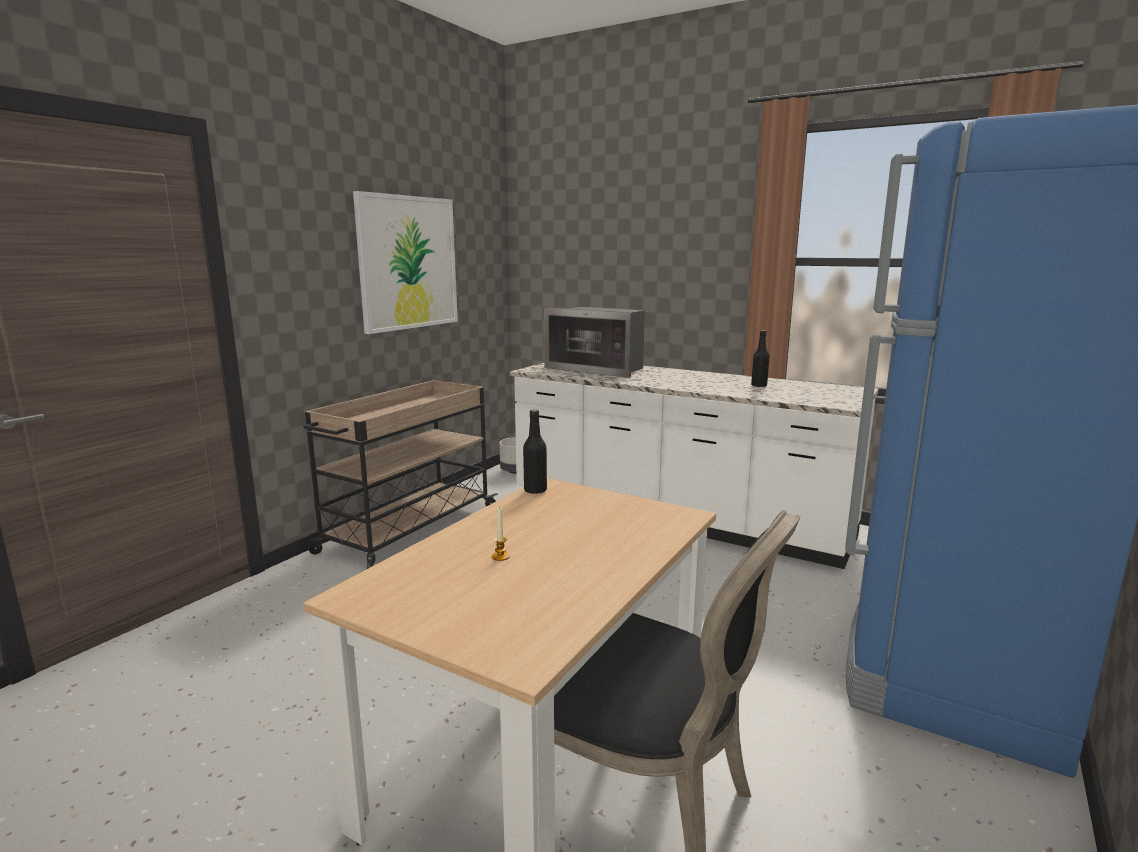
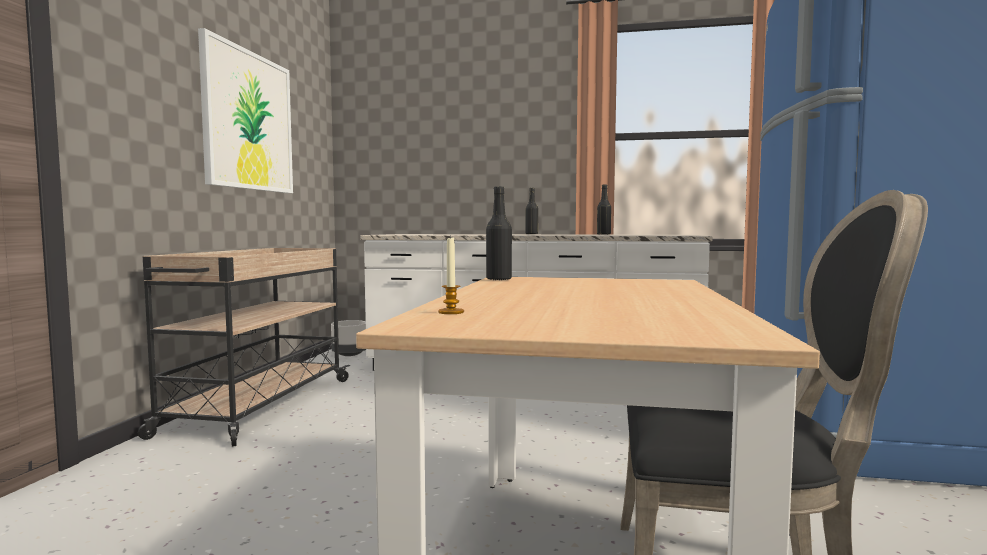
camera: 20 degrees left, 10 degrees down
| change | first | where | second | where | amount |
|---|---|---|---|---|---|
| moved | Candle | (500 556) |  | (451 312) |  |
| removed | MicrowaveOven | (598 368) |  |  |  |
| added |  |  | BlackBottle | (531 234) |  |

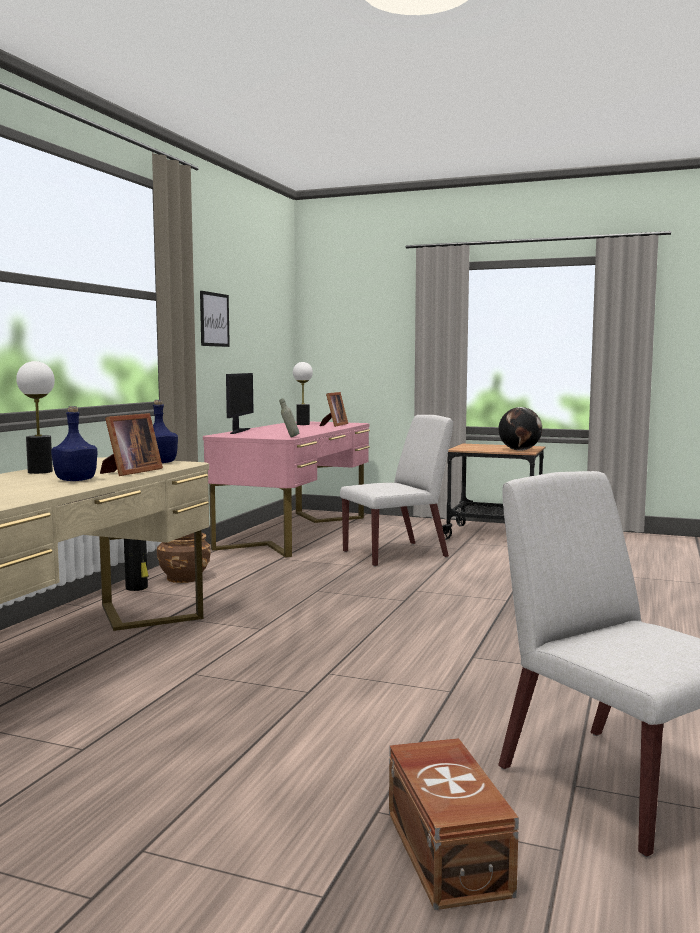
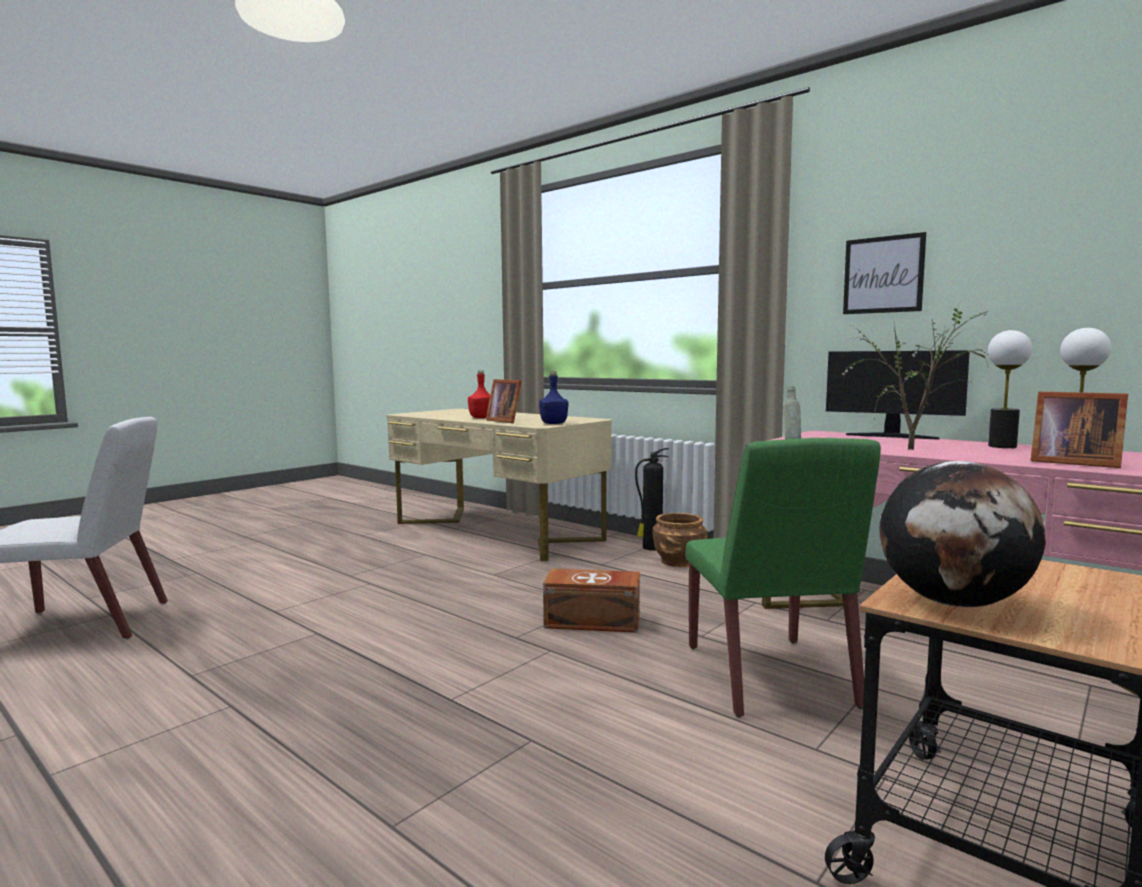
camera: 110 degrees right, 0 degrees up
| change | first | where | second | where | amount |
|---|---|---|---|---|---|
| moved | TableLamp | (39 472) |  | (1002 446) |  |
| recoloured | BlueColouredBottle | (76 480) | RedBottle | (481 418) |  |
| recoloured | WhitishPlainChair | (396 554) | GreenColouredPlainChair | (769 676) |  |
| moved | BrownColouredStorageContainer | (448 850) |  | (593 621) |  |
| added |  |  | PottedPlant | (912 448) |  |

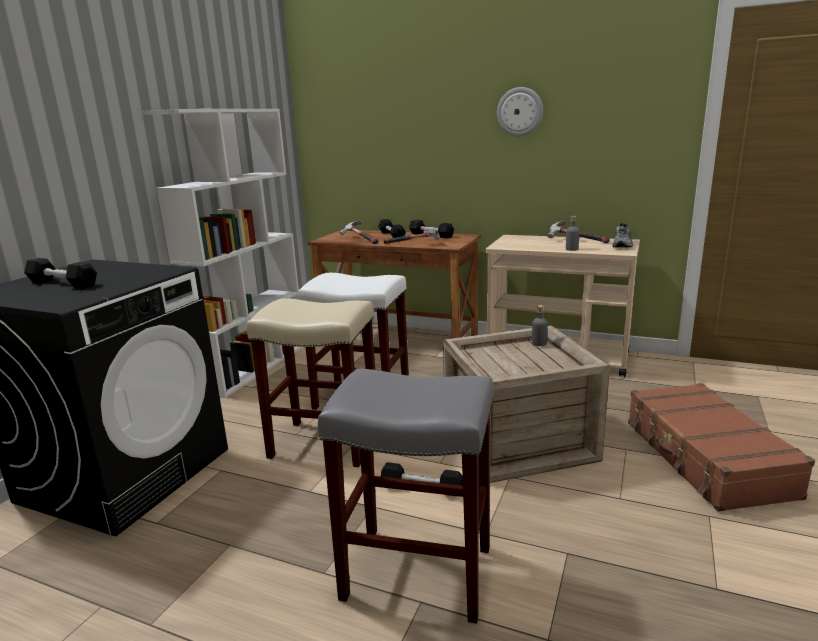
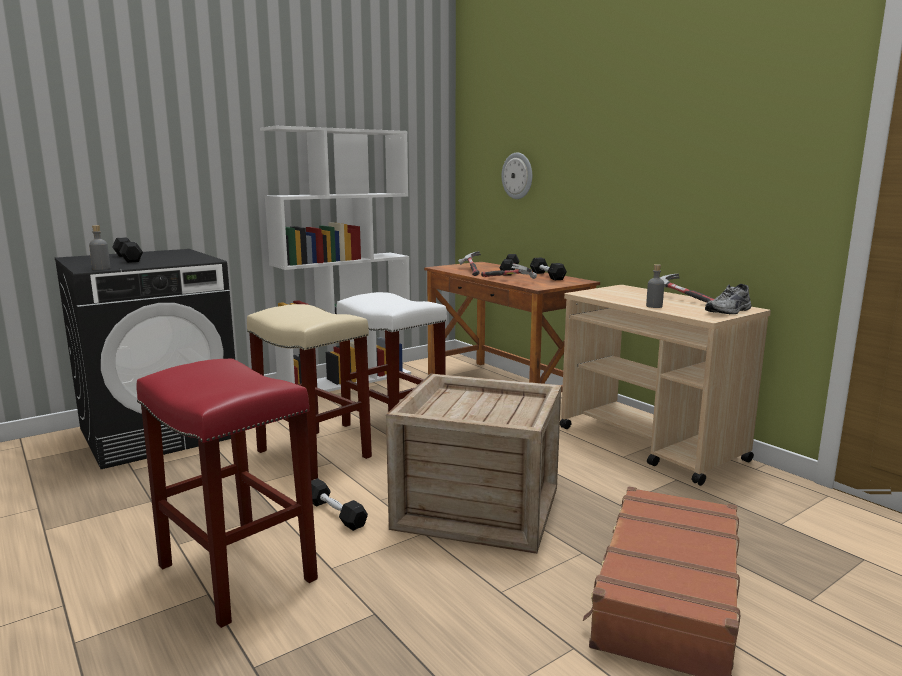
camera: 30 degrees right, 5 degrees down
| change | first | where | second | where | amount |
|---|---|---|---|---|---|
| recoloured | GreyishStoolSeat | (420 572) | RedStoolSeat | (239 573) |  |
| moved | WallClock | (520 112) |  | (517 176) |  |
| moved | GreyishBottle | (539 343) |  | (101 268) |  |

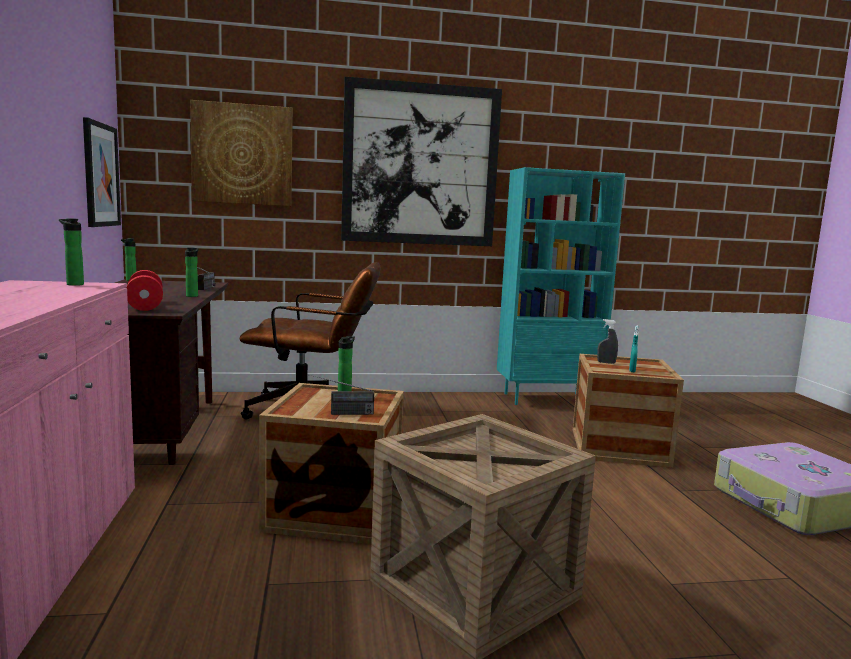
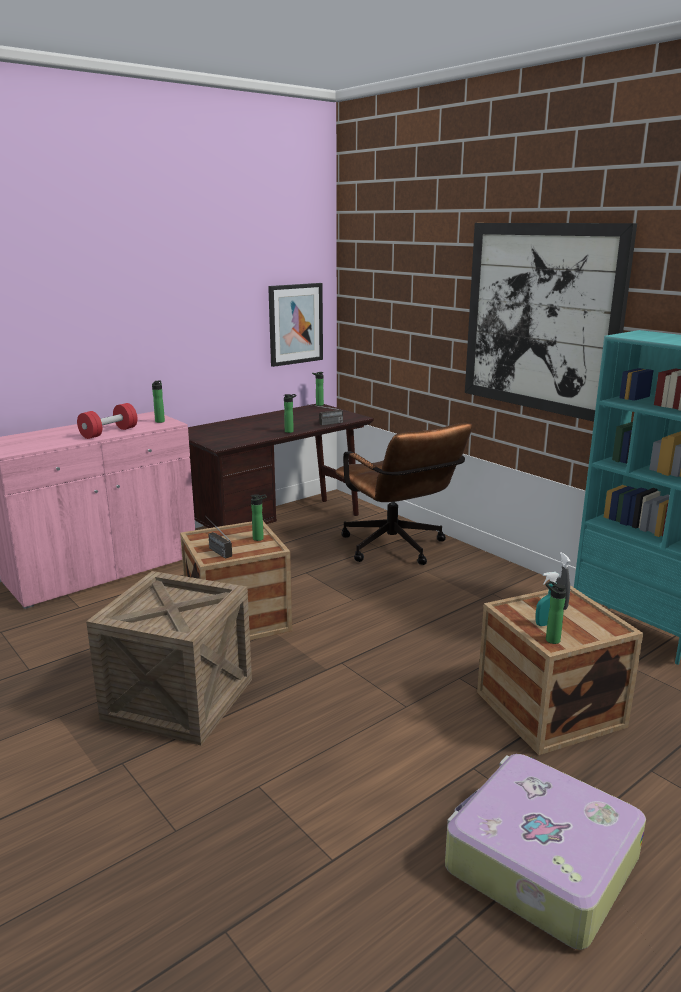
camera: 60 degrees right, 10 degrees up
| change | first | where | second | where | amount |
|---|---|---|---|---|---|
| moved | RedFreeWeight | (145 305) |  | (109 433) |  |
| removed | WallPicture | (242 154) |  |  |  |
| added |  |  | Bottle | (550 639) |  |

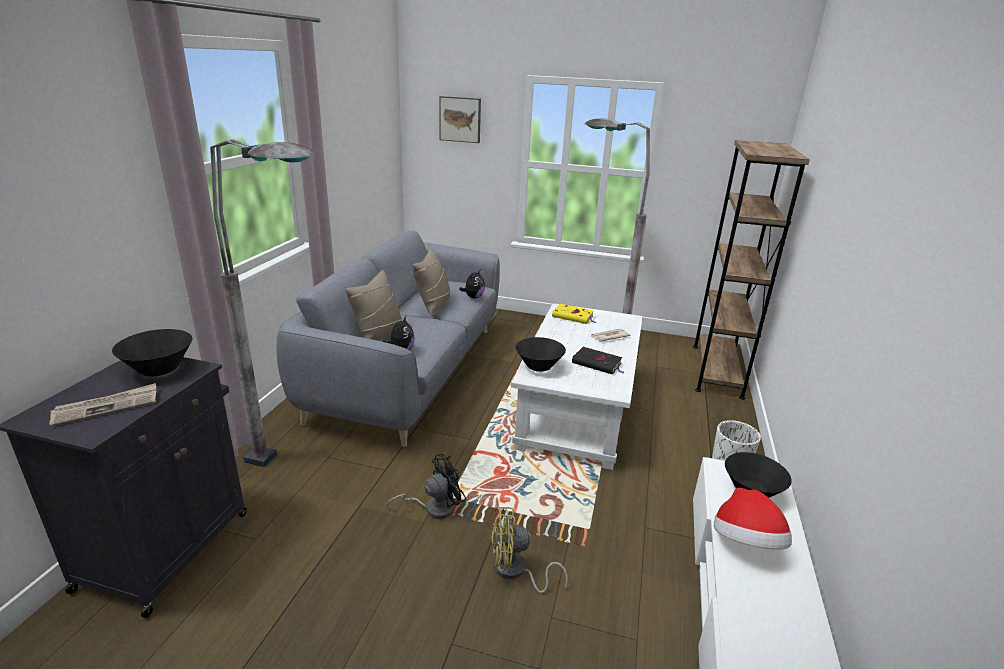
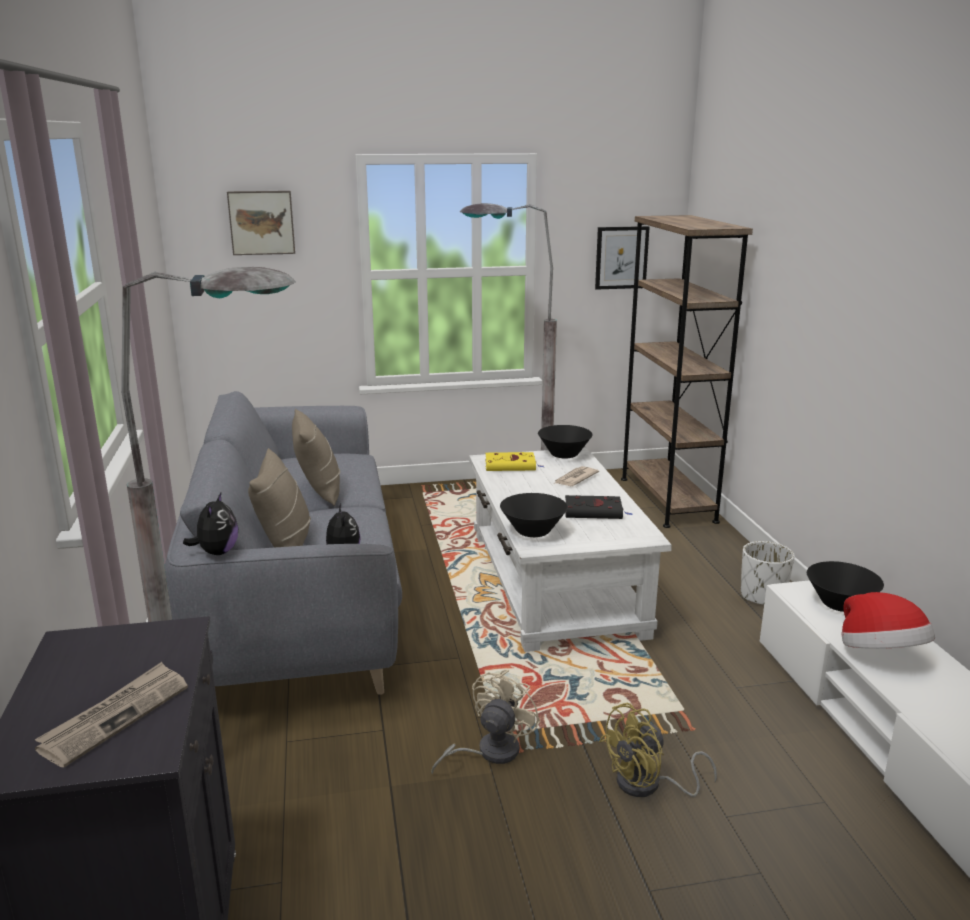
camera: 25 degrees left, 5 degrees down
| change | first | where | second | where | amount |
|---|---|---|---|---|---|
| moved | BlackServingBowl | (159 369) |  | (564 454) |  |
| recoloured | BlackElectricFan | (434 508) | BeigeElectricFan | (489 752) |  |
| moved | CuddlyToy | (473 297) |  | (217 552) |  |
| added |  |  | WallPicture | (621 257) |  |

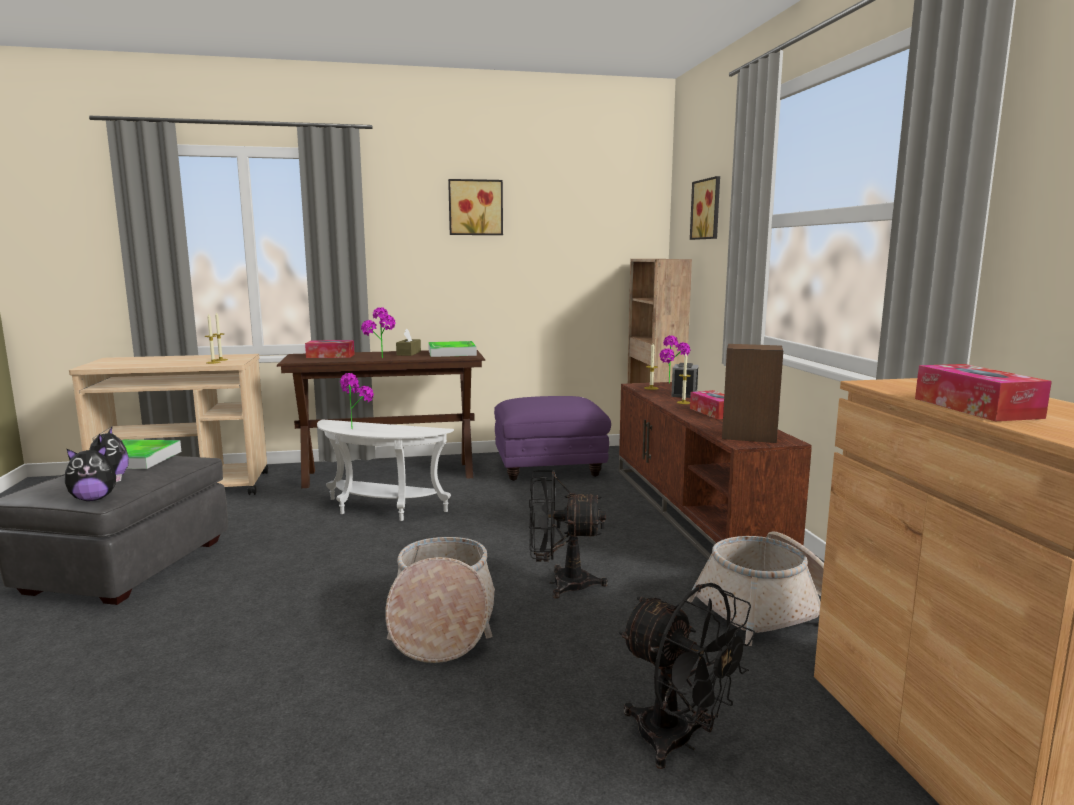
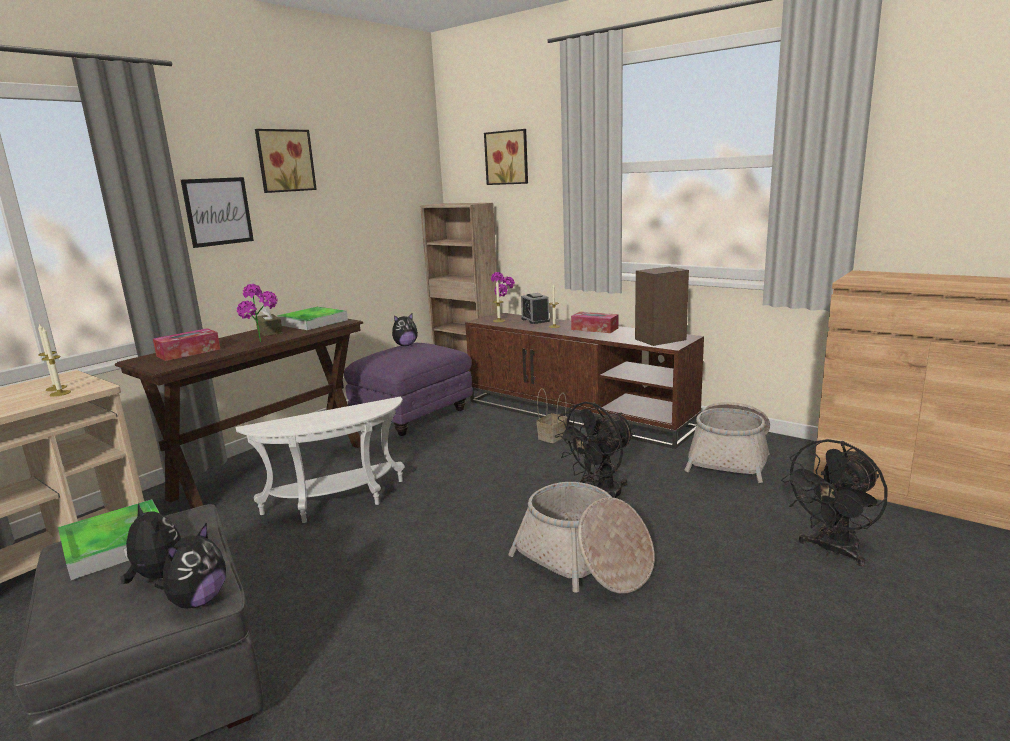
camera: 40 degrees left, 5 degrees up
| change | first | where | second | where | amount |
|---|---|---|---|---|---|
| removed | PottedPlant | (356 427) |  |  |  |
| turned | BlackElectricFan | (678 742) |  | (832 551) | 135 degrees clockwise |
| removed | BoxOfTissues | (976 408) |  |  |  |
| added |  |  | WallPicture | (218 211) |  |
| added |  |  | CuddlyToy | (405 345) |  |
| added |  |  | Basket | (552 437) |  |

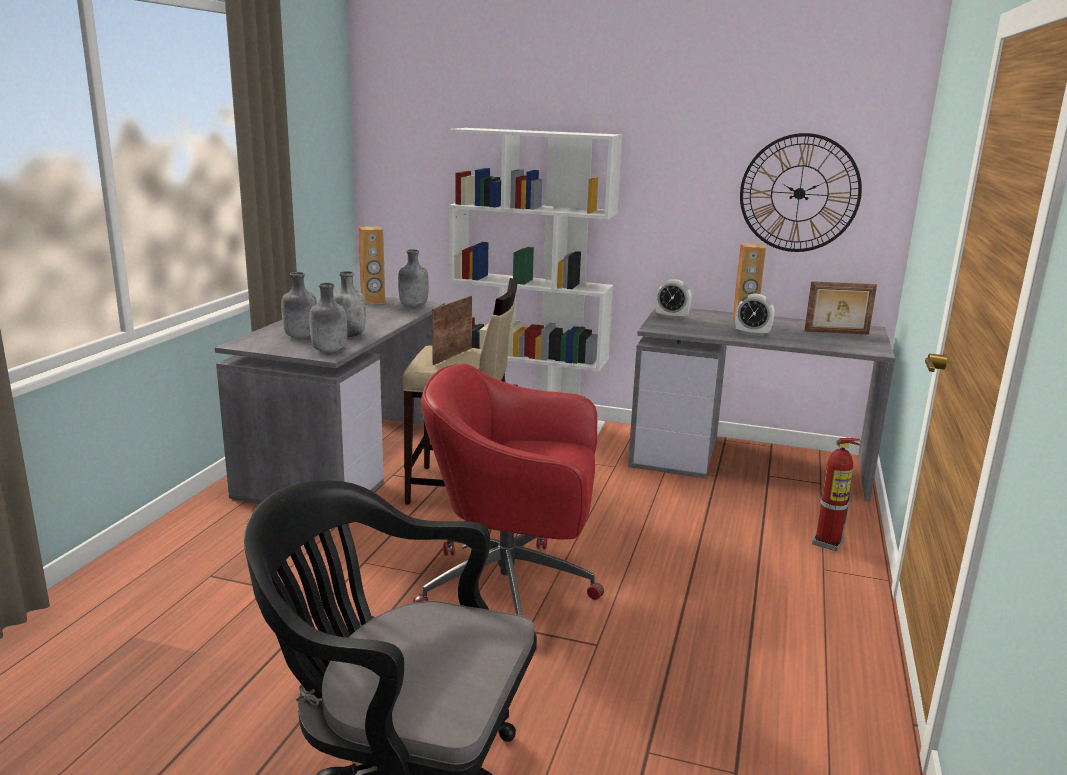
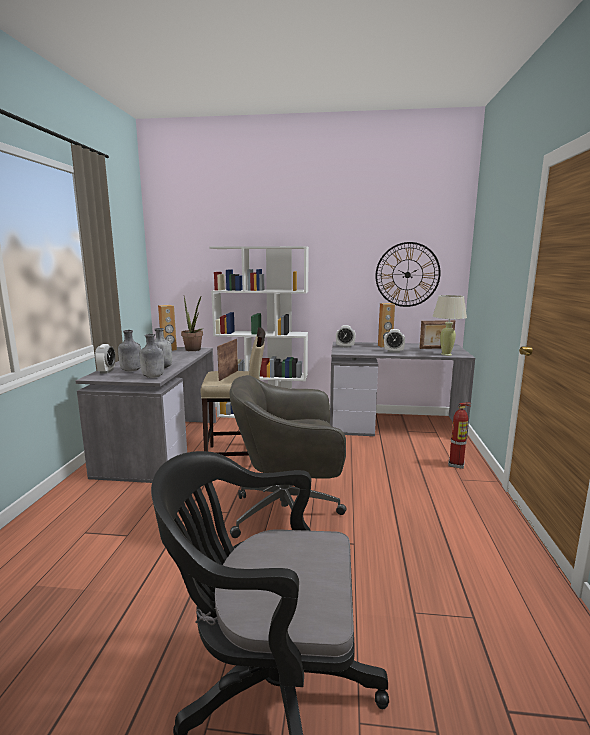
camera: 10 degrees left, 5 degrees down
| change | first | where | second | where | amount |
|---|---|---|---|---|---|
| replaced | GreyishBottle | (413 305) | PottedPlant | (194 350) |  |
| recoloured | RedOfficeChair | (512 589) | GreyishOfficeChair | (289 515) |  |
| added |  |  | BedsideClock | (106 371) |  |
| added |  |  | BeigeTableLamp | (446 354) |  |

